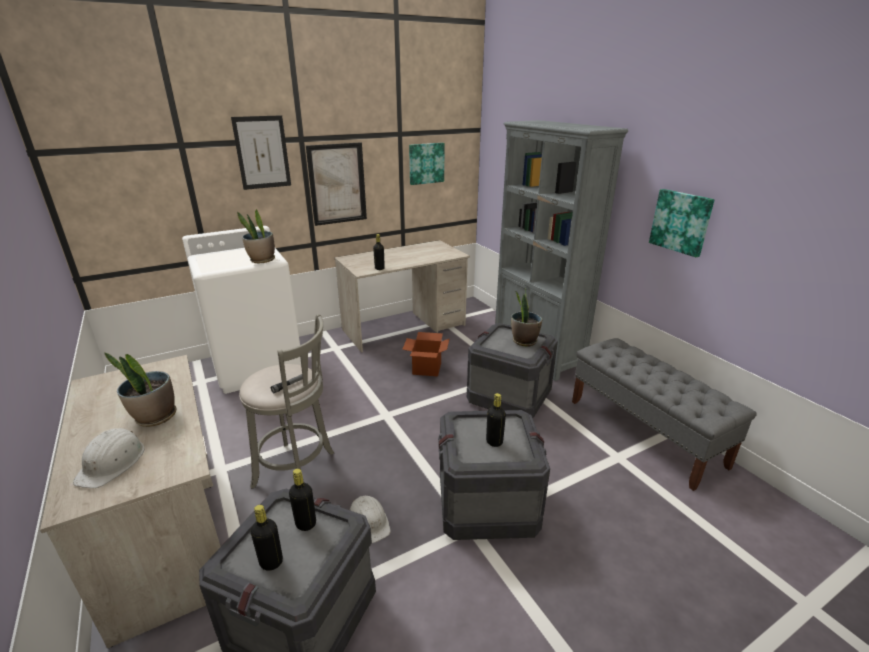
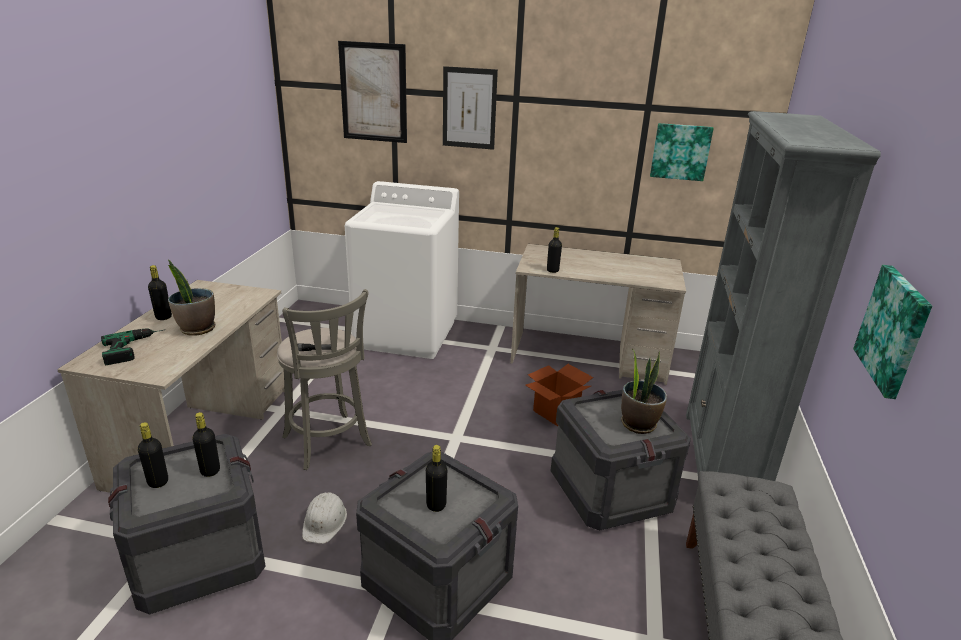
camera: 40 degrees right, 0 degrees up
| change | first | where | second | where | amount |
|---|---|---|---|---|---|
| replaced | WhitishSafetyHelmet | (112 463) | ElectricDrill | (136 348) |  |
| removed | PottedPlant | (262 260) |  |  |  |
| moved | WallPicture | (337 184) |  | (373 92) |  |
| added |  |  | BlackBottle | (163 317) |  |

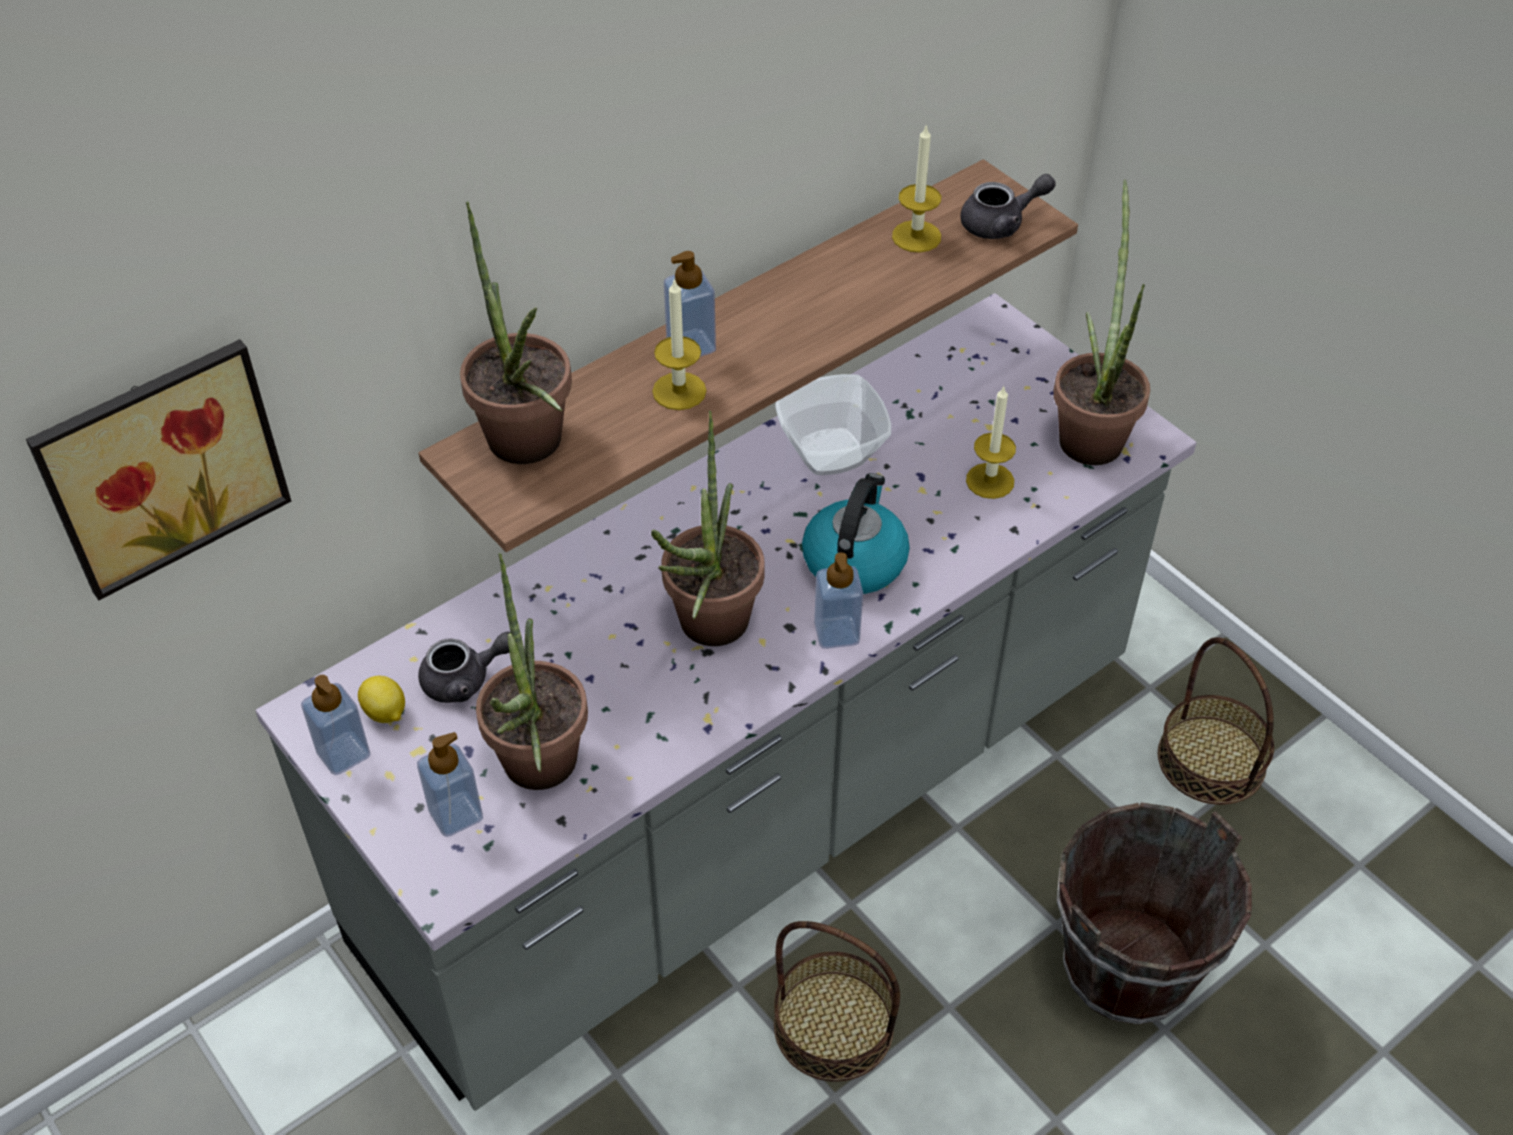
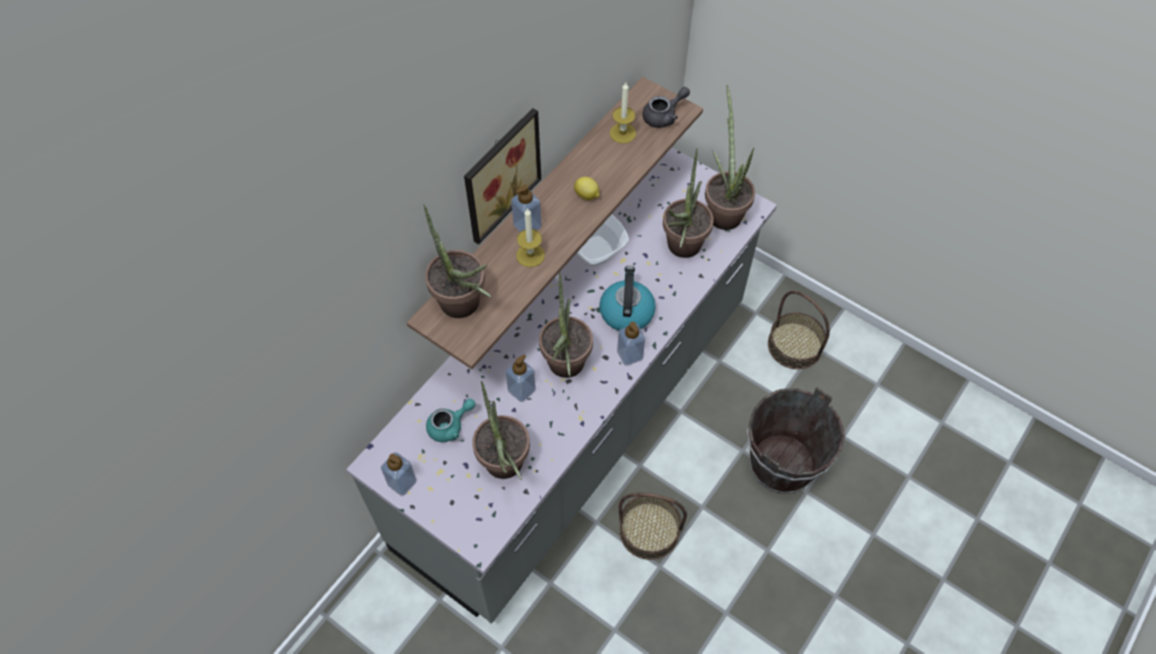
camera: 15 degrees left, 10 degrees up
| change | first | where | second | where | amount |
|---|---|---|---|---|---|
| moved | WallPicture | (160 462) |  | (498 174) |  |
| moved | Lemon | (385 713) |  | (587 196) |  |
| moved | SoapBottle | (456 814) |  | (521 390) |  |
| recoloured | GreyishPotForTea | (465 679) | TurquoiseColouredPotForTea | (450 426) |  |
| replaced | Candle | (990 481) | PottedPlant | (681 250) |  |

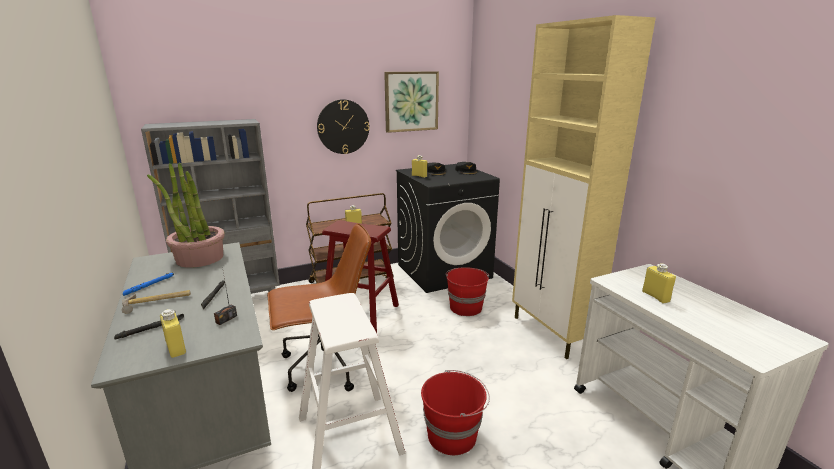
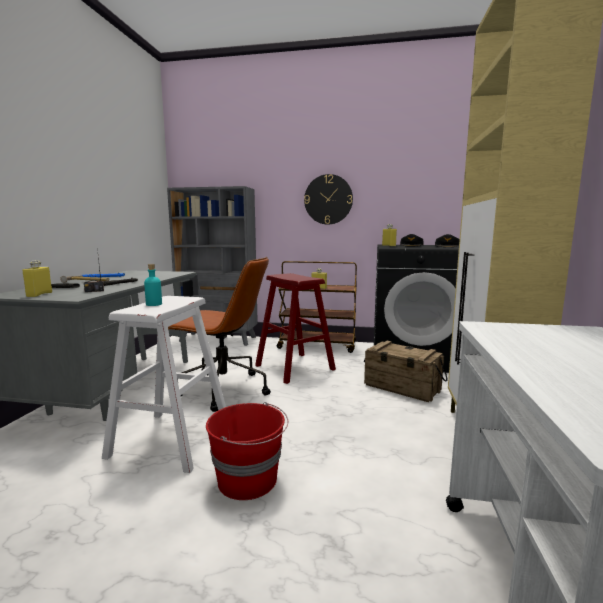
camera: 35 degrees right, 10 degrees down
| change | first | where | second | where | amount |
|---|---|---|---|---|---|
| removed | PottedPlant | (199 258) |  |  |  |
| removed | WallPicture | (411 101) |  |  |  |
| replaced | RedPail | (465 307) | ShippingCrate | (401 387) |  |
| removed | YellowBottle | (655 296) |  |  |  |
| added |  |  | TurquoiseColouredBottle | (154 304) |  |

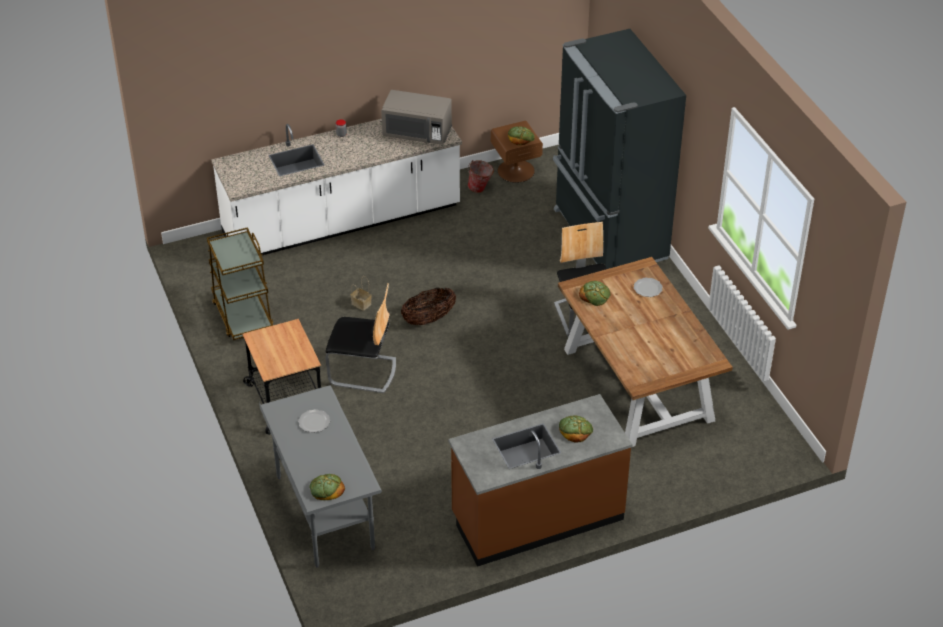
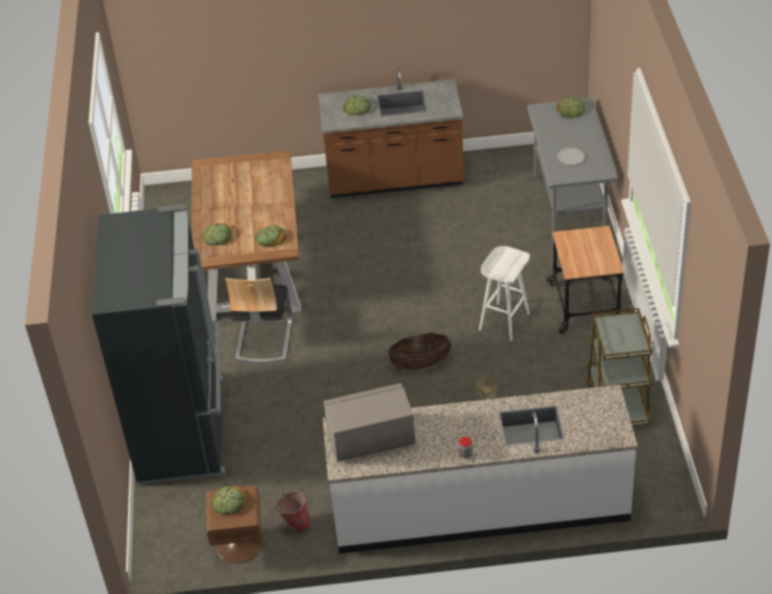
camera: 160 degrees left, 0 degrees up
| change | first | where | second | where | amount |
|---|---|---|---|---|---|
| replaced | PlainChair | (363 372) | WhitishStoolSeat | (504 321) |  |
| turned | GreyishMicrowaveOven | (417 133) |  | (371 439) | 45 degrees counterclockwise |
| replaced | Plate | (647 288) | BakeryBread | (217 237) |  |

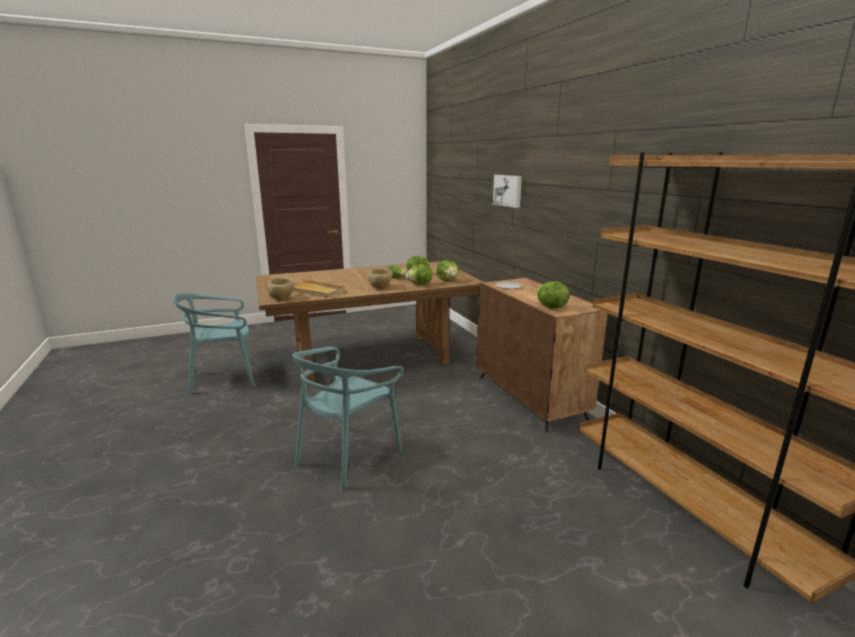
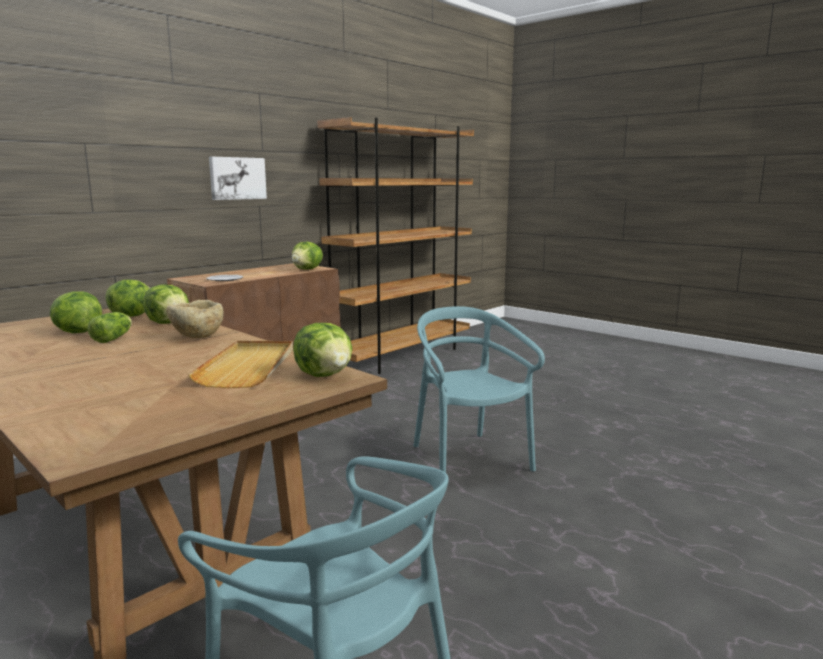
camera: 115 degrees left, 5 degrees down
| change | first | where | second | where | amount |
|---|---|---|---|---|---|
| replaced | BeigeServingBowl | (282 298) | HeadOfLettuce | (325 375) |  |
| turned | TurquoiseColouredPlainChair | (348 456) |  | (468 460) | 120 degrees counterclockwise |
| moved | WallPicture | (508 190) |  | (237 178) |  |

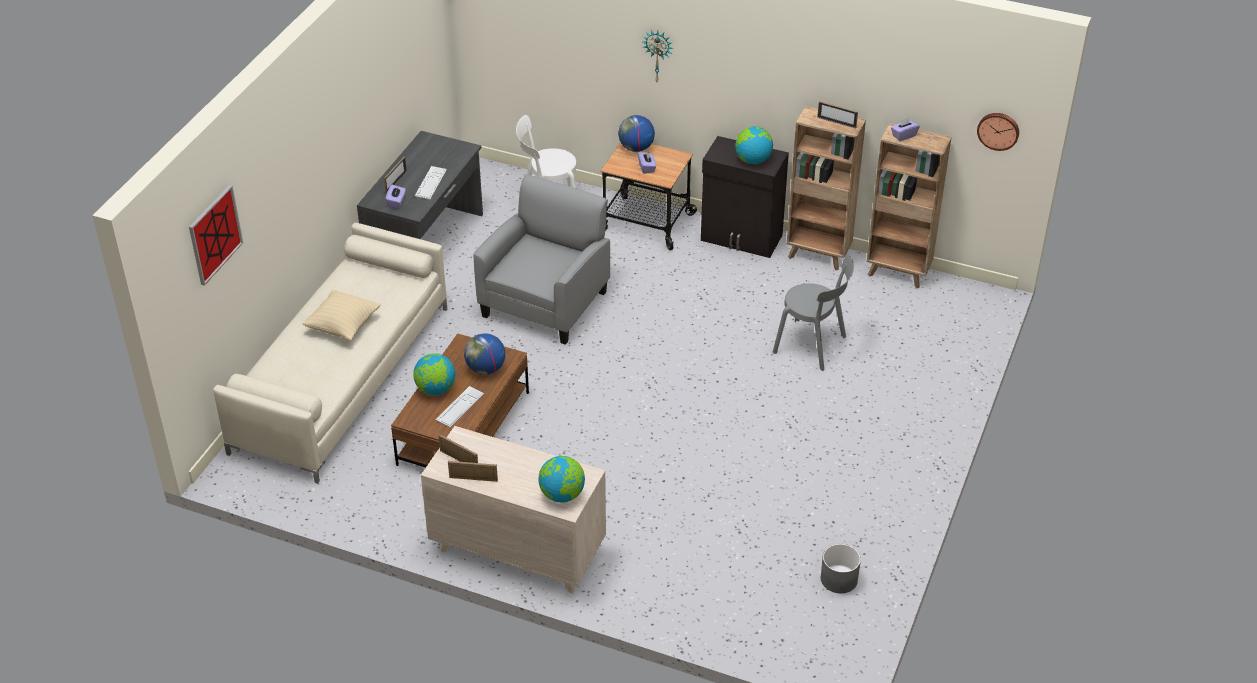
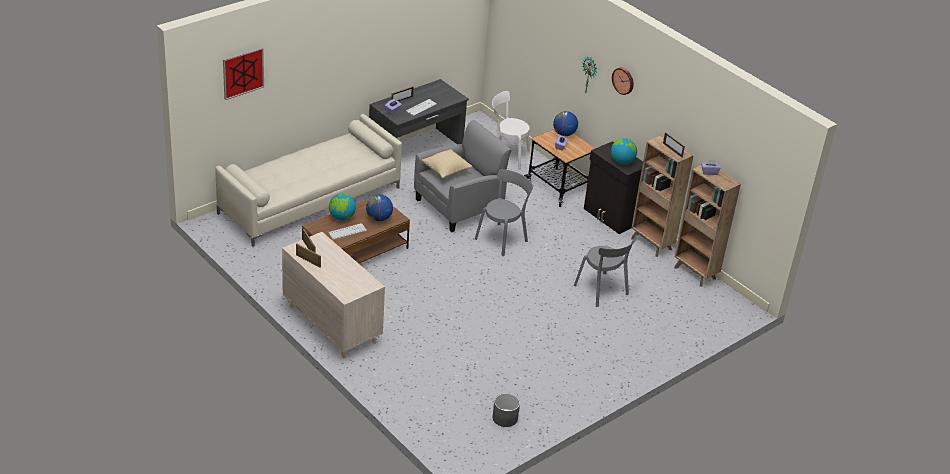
camera: 25 degrees right, 5 degrees down
| change | first | where | second | where | amount |
|---|---|---|---|---|---|
| moved | BeigePillow | (343 326) |  | (446 172) |  |
| removed | DeskGlobe | (562 495) |  |  |  |
| moved | WallClock | (998 130) |  | (623 80) |  |
| added |  |  | GreyishPlainChair | (502 238) |  |

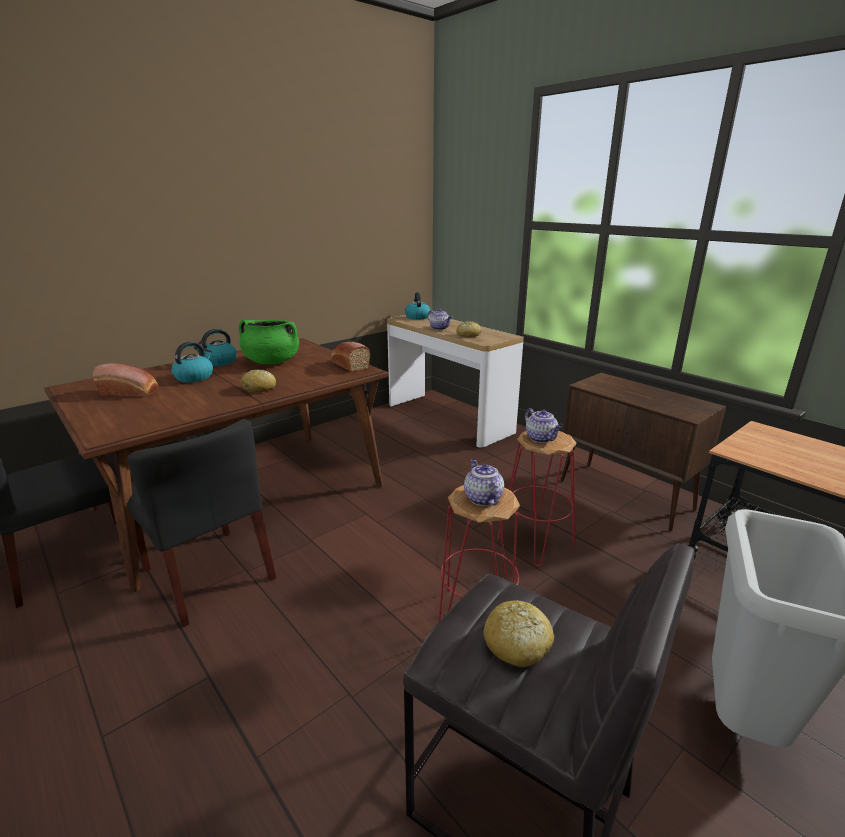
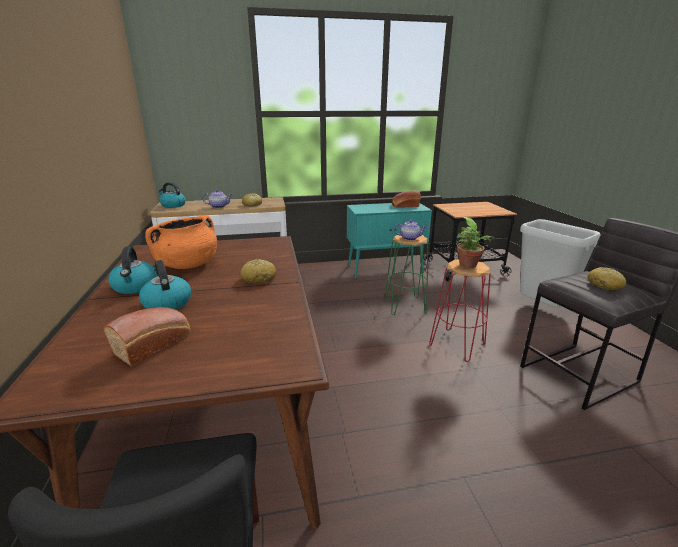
camera: 60 degrees left, 0 degrees up
| change | first | where | second | where | amount |
|---|---|---|---|---|---|
| removed | BlackPlainChair | (209 574) |  |  |  |
| recoloured | GreenColouredSaucepot | (271 362) | OrangeColouredSaucepot | (187 265) |  |
| moved | BakeryBread | (349 365) |  | (405 206) |  |
| replaced | PotForTea | (482 498) | PottedPlant | (469 266) |  |
| recoloured | RedStoolSeat | (536 542) | GreenColouredStoolSeat | (405 306) |  |
| recoloured | BrownColouredStorageCabinet | (626 495) | TurquoiseColouredStorageCabinet | (385 269) |  |

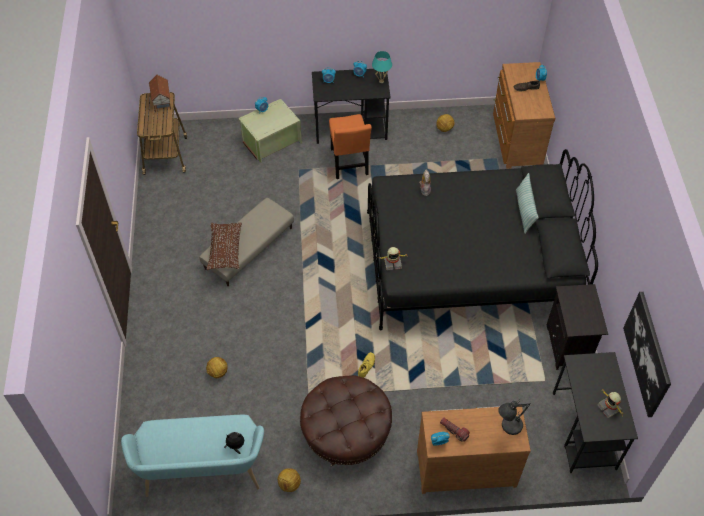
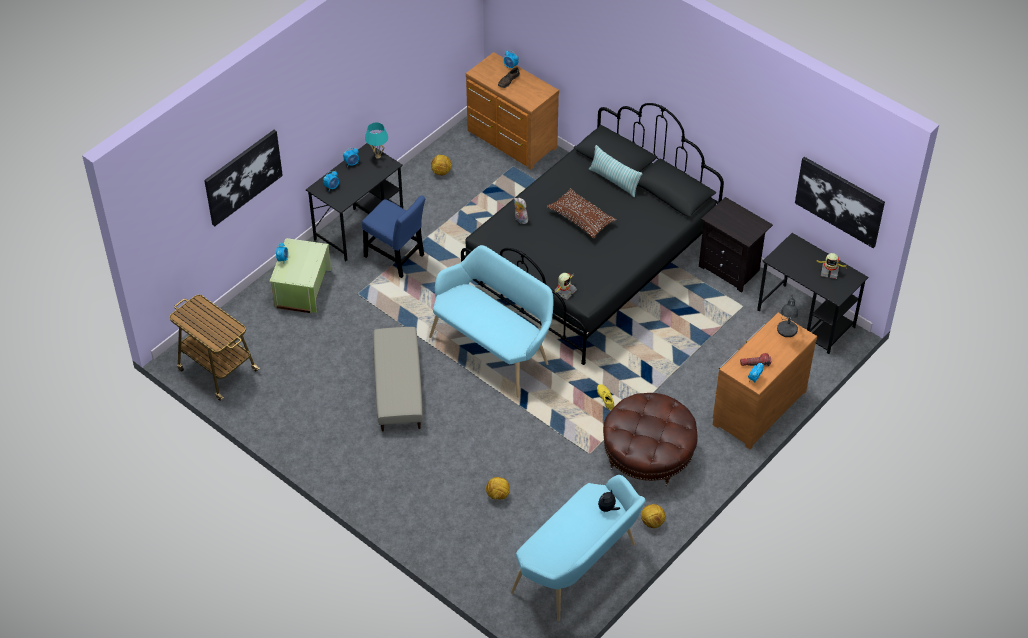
camera: 45 degrees left, 5 degrees down
| change | first | where | second | where | amount |
|---|---|---|---|---|---|
| removed | ModelHouse | (161 102) |  |  |  |
| moved | BrownColouredPillow | (225 250) |  | (581 219) |  |
| recoloured | OrangeColouredPlainChair | (349 164) | BlueColouredPlainChair | (396 258) |  |
| added |  |  | WallPicture | (243 177) |  |
| added |  |  | TurquoiseColouredBench | (494 349) |  |

